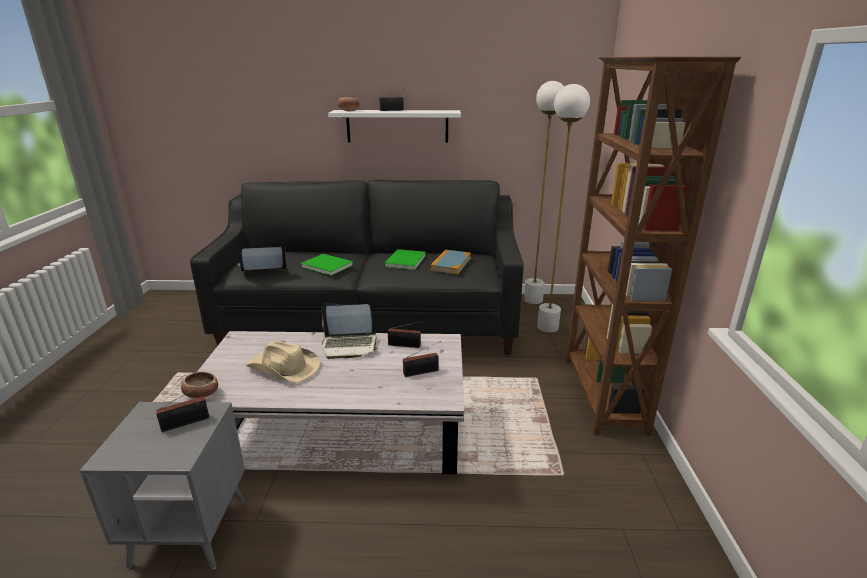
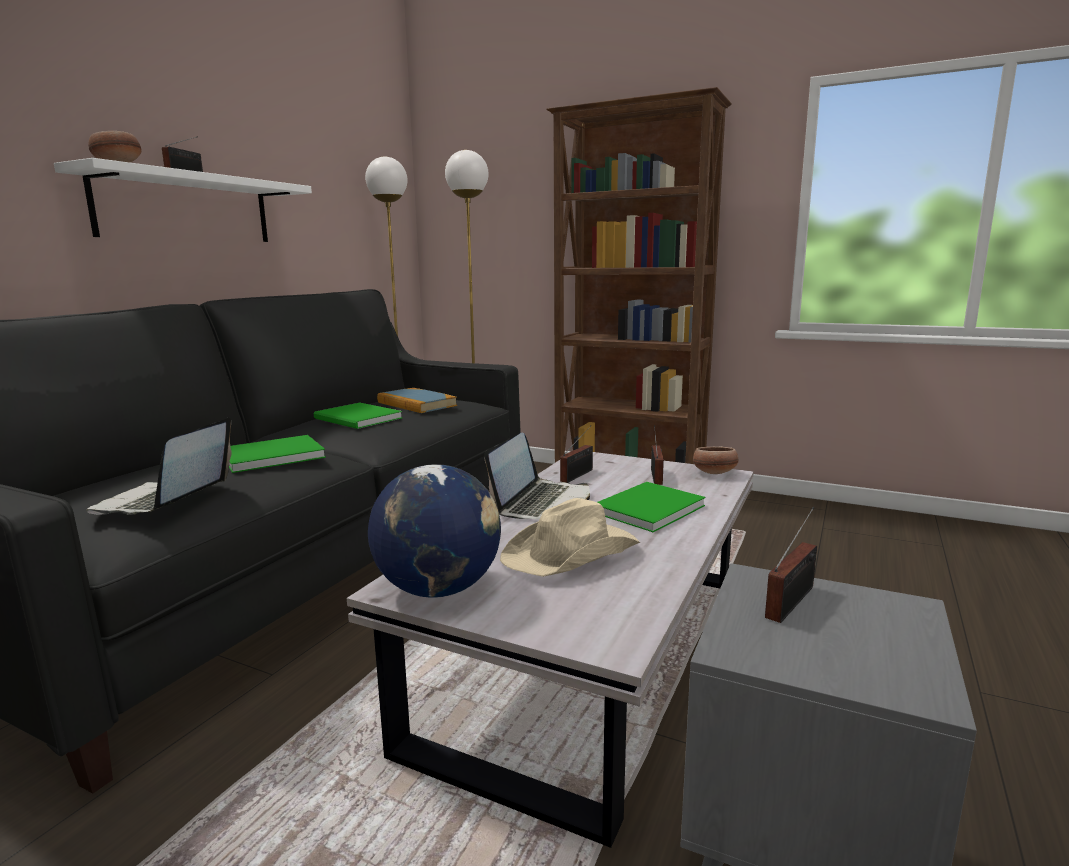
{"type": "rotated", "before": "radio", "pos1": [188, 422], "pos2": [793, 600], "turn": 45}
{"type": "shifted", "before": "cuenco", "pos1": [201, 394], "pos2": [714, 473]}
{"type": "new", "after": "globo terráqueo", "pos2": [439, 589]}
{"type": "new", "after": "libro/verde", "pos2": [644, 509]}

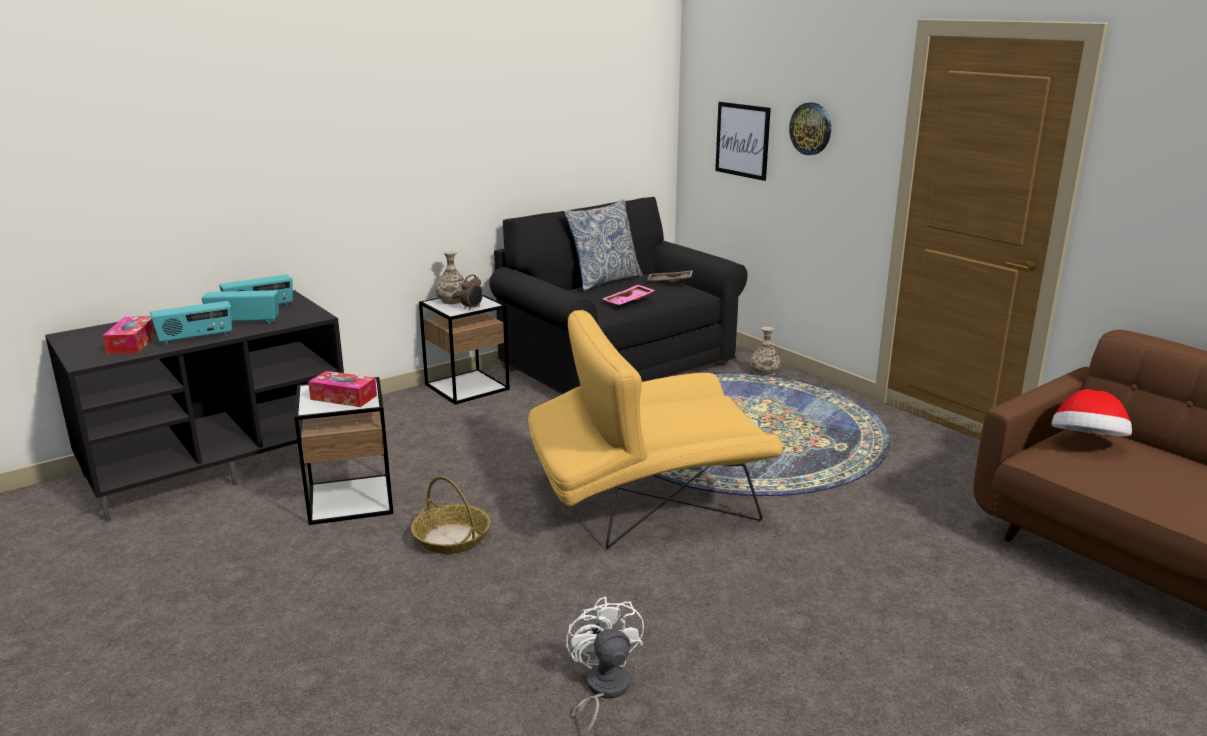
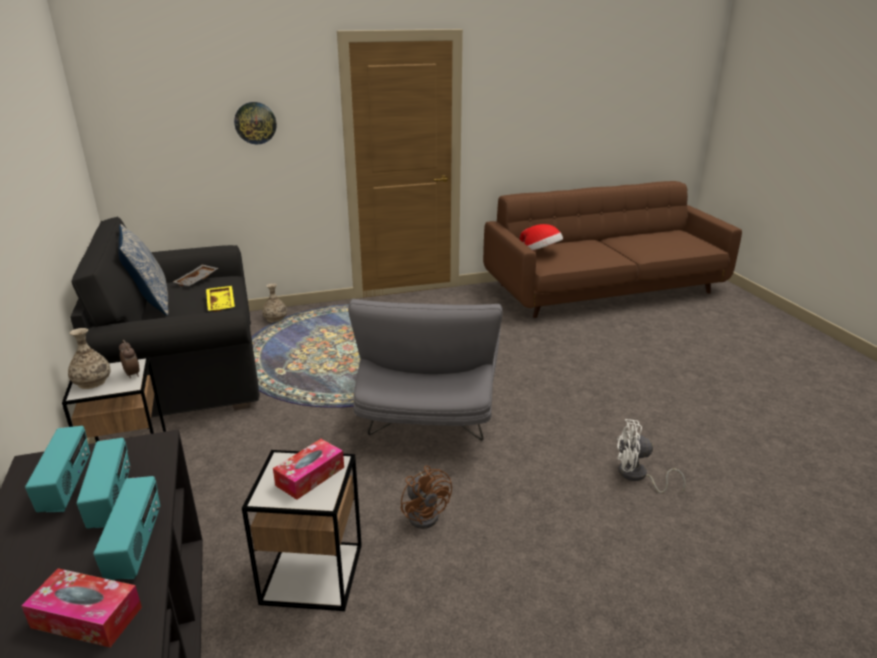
{"type": "rotated", "before": "radio", "pos1": [244, 322], "pos2": [112, 501], "turn": 150}
{"type": "swapped", "before": "cesta", "after": "ventilador/marrón", "pos1": [452, 538], "pos2": [426, 514]}
{"type": "repainted", "before": "sillón/amarillo", "after": "sillón/gris", "pos1": [646, 503], "pos2": [429, 411]}
{"type": "repainted", "before": "bandeja/rosa", "after": "bandeja/amarillo", "pos1": [629, 301], "pos2": [222, 303]}
{"type": "gone", "before": "cuadro", "pos1": [742, 140]}

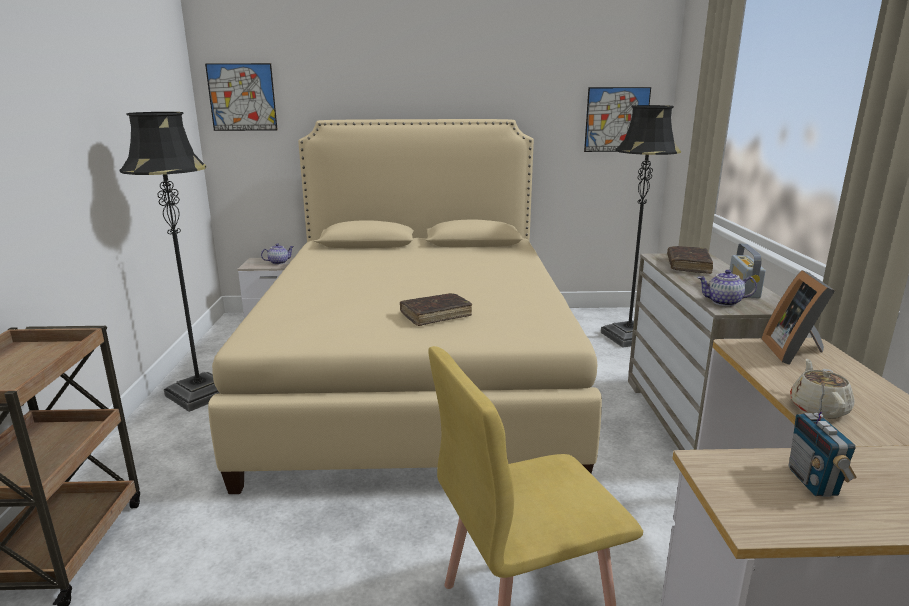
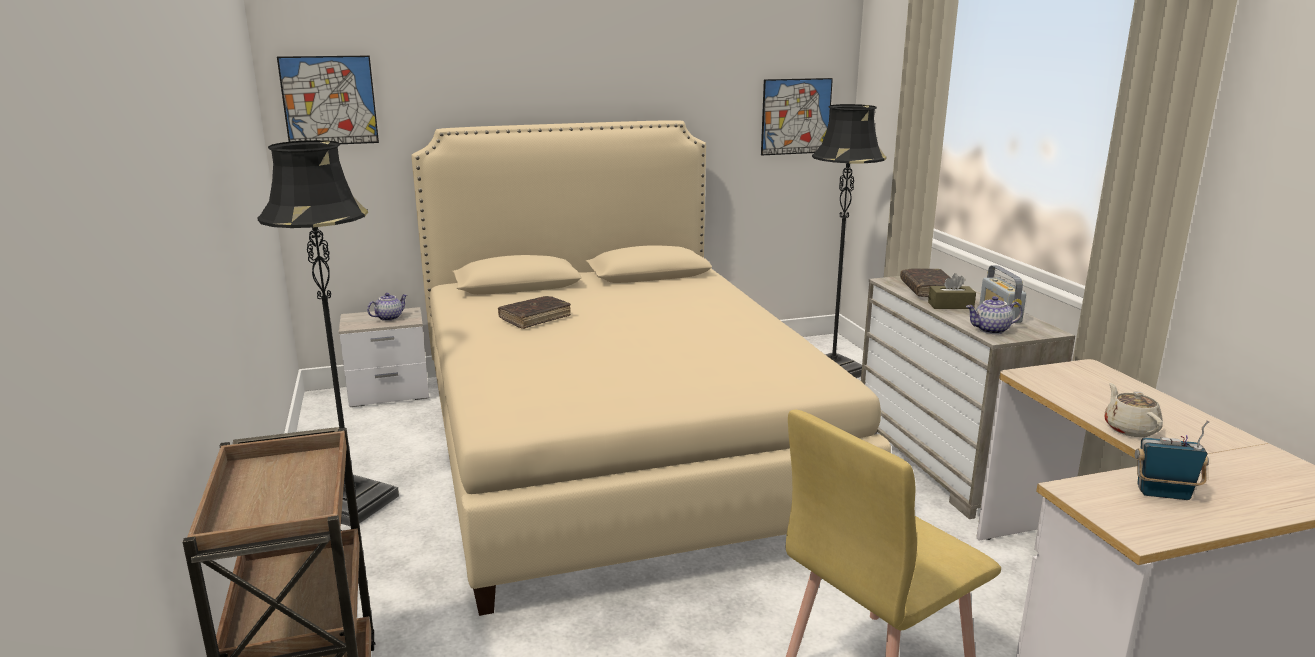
{"type": "shifted", "before": "libro/marrón", "pos1": [435, 315], "pos2": [535, 318]}
{"type": "gone", "before": "portarretratos", "pos1": [795, 352]}
{"type": "rotated", "before": "radio", "pos1": [813, 482], "pos2": [1163, 494], "turn": 120}
{"type": "new", "after": "caja de pañuelos/marrón", "pos2": [950, 305]}

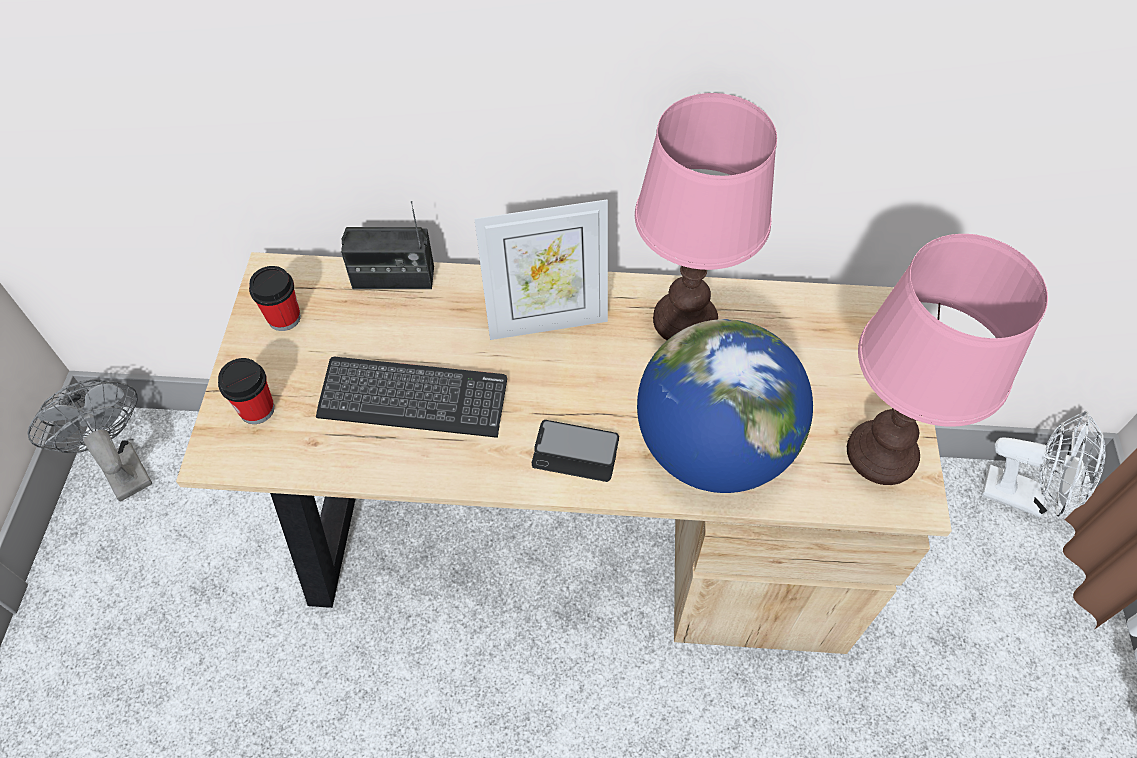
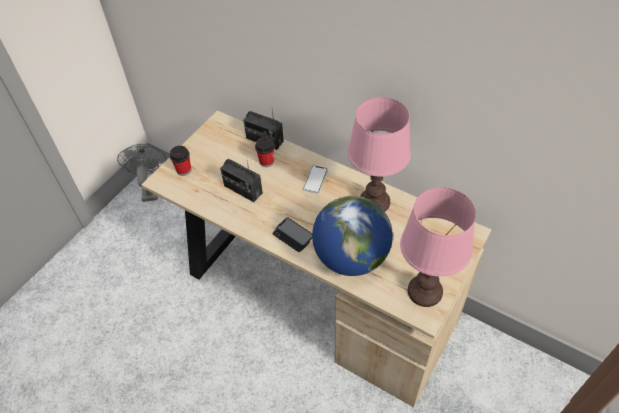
{"type": "shifted", "before": "taza", "pos1": [284, 318], "pos2": [266, 161]}
{"type": "swapped", "before": "teclado", "after": "radio", "pos1": [413, 399], "pos2": [243, 189]}
{"type": "swapped", "before": "portarretratos", "after": "móvil", "pos1": [547, 320], "pos2": [315, 180]}
{"type": "gone", "before": "ventilador/blanco", "pos1": [1024, 496]}

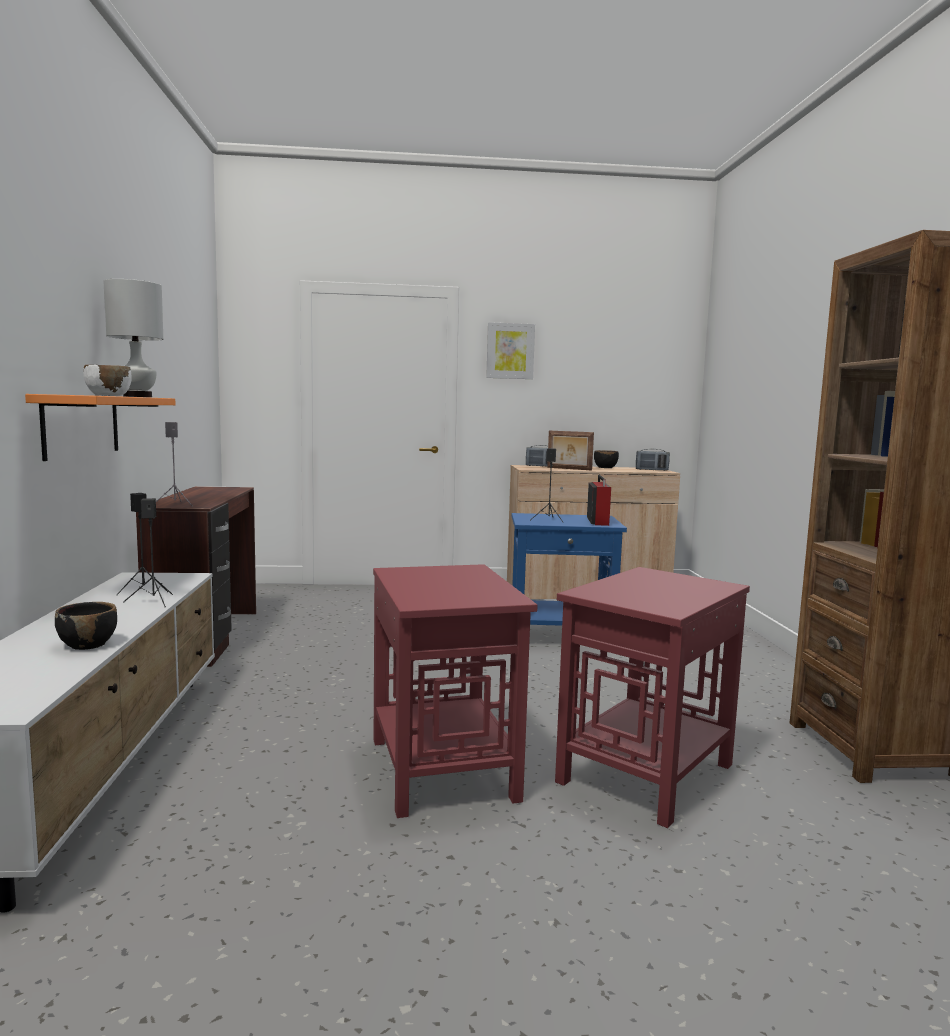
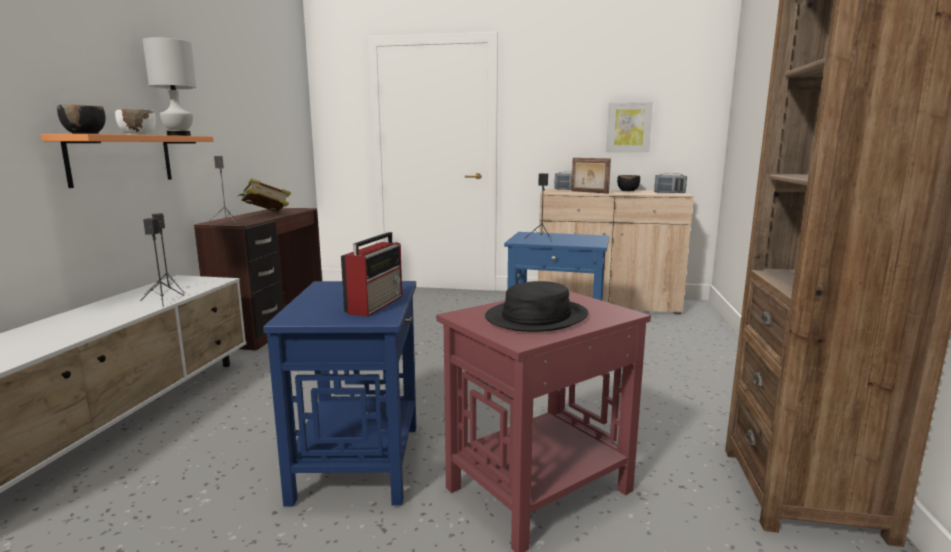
{"type": "shifted", "before": "cuenco/negro", "pos1": [88, 644], "pos2": [85, 133]}
{"type": "repainted", "before": "mesa auxiliar/rojo", "after": "mesa auxiliar/azul", "pos1": [444, 768], "pos2": [359, 461]}
{"type": "shifted", "before": "cuadro", "pos1": [510, 351], "pos2": [629, 127]}
{"type": "shifted", "before": "radio", "pos1": [598, 521], "pos2": [376, 304]}
{"type": "new", "after": "libro", "pos2": [266, 214]}
{"type": "new", "after": "sombrero/negro", "pos2": [536, 317]}

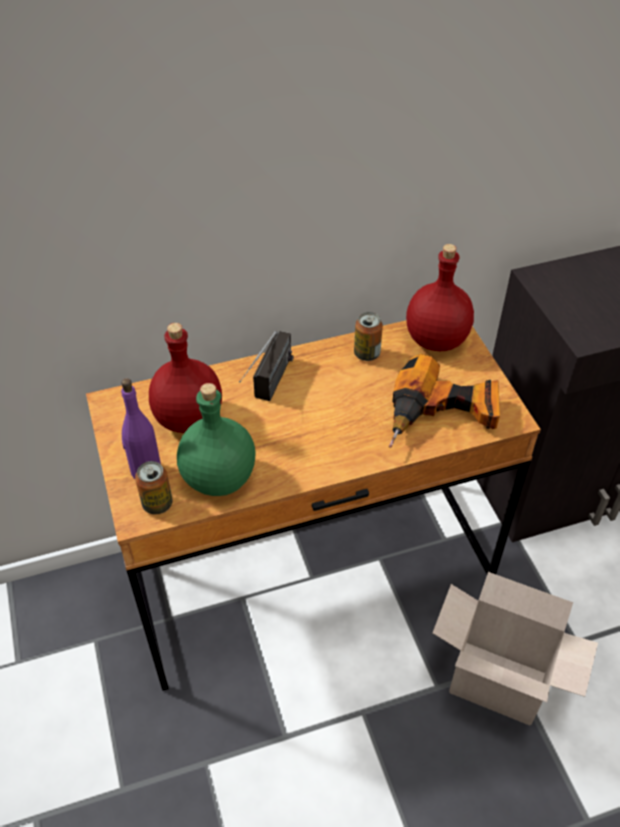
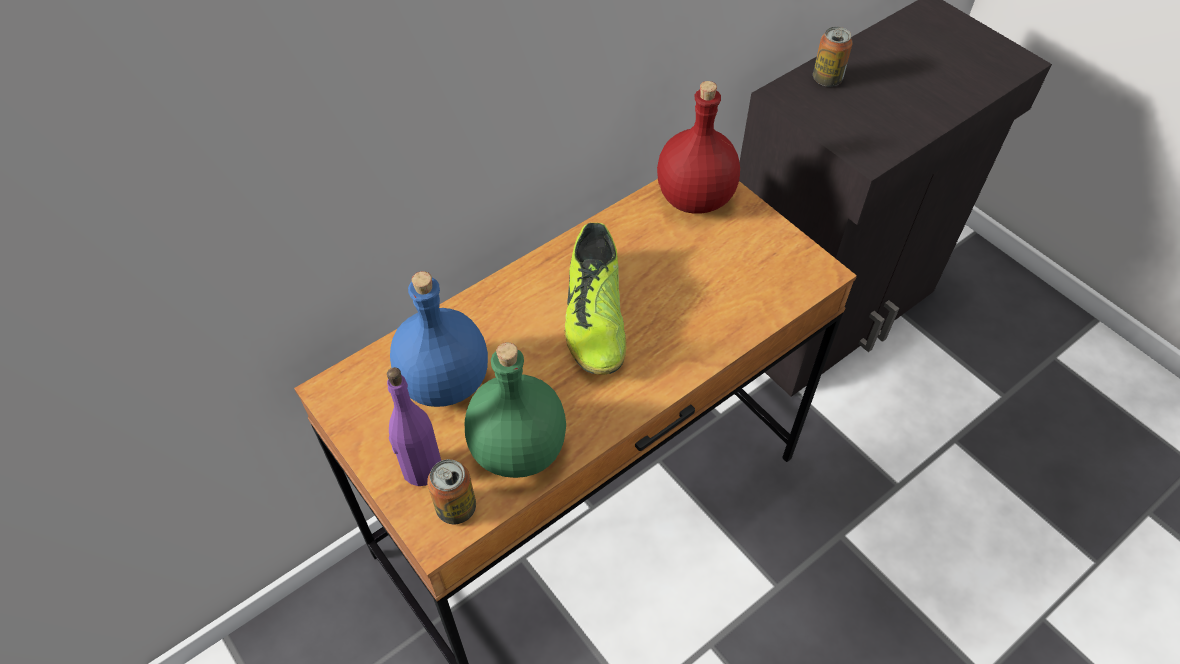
{"type": "repainted", "before": "botella/rojo", "after": "botella/azul", "pos1": [188, 419], "pos2": [444, 383]}
{"type": "gone", "before": "radio", "pos1": [269, 389]}
{"type": "shifted", "before": "lata", "pos1": [367, 353], "pos2": [827, 79]}
{"type": "gone", "before": "taladro", "pos1": [442, 417]}
{"type": "gone", "before": "caja de cartón", "pos1": [500, 681]}
{"type": "new", "after": "zapato", "pos2": [594, 317]}

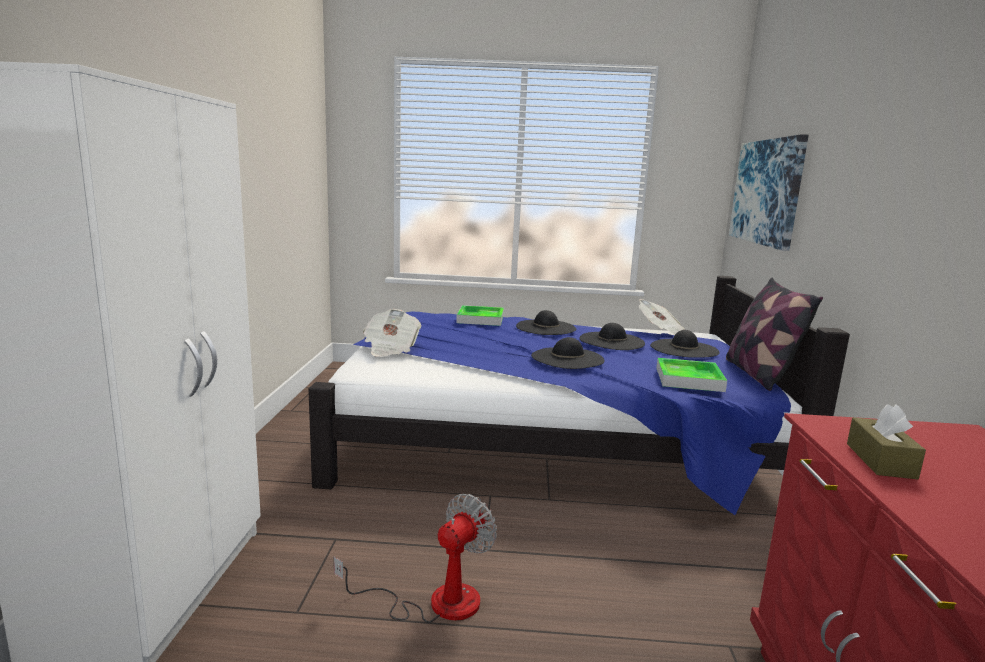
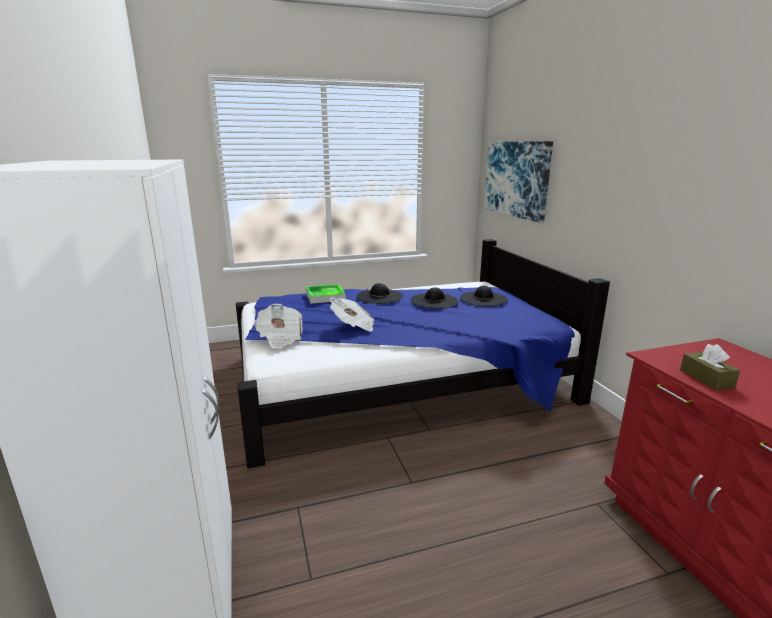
{"type": "gone", "before": "ventilador", "pos1": [436, 602]}
{"type": "gone", "before": "sombrero/negro", "pos1": [567, 358]}
{"type": "shifted", "before": "periódico", "pos1": [660, 331], "pos2": [353, 326]}
{"type": "gone", "before": "bandeja", "pos1": [689, 379]}
{"type": "gone", "before": "cojín", "pos1": [759, 374]}

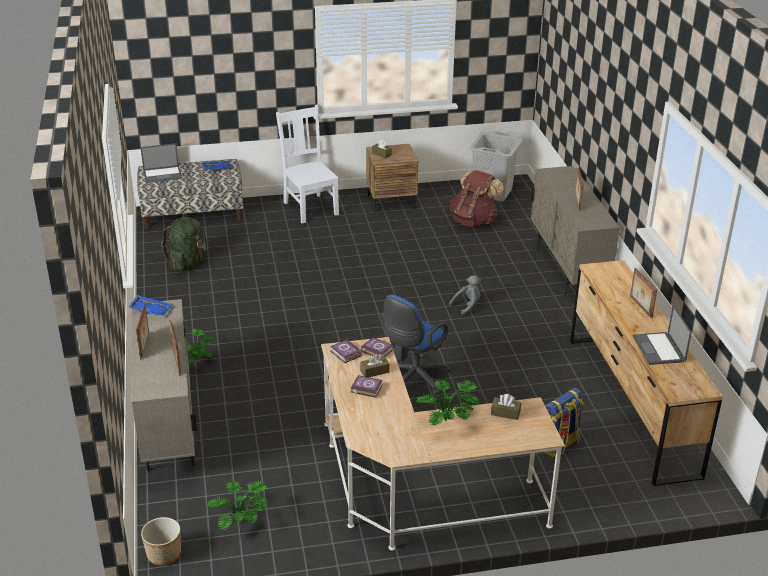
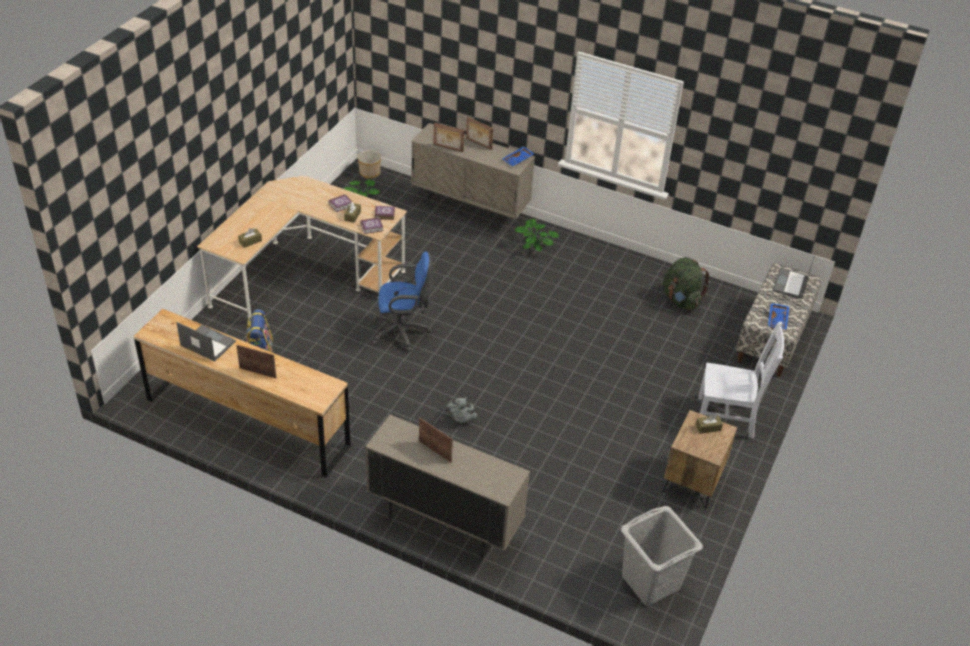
{"type": "rotated", "before": "silla de oficina/azul", "pos1": [412, 380], "pos2": [403, 332], "turn": 105}
{"type": "gone", "before": "planta en maceta", "pos1": [449, 421]}
{"type": "gone", "before": "mochila/marrón", "pos1": [474, 221]}

